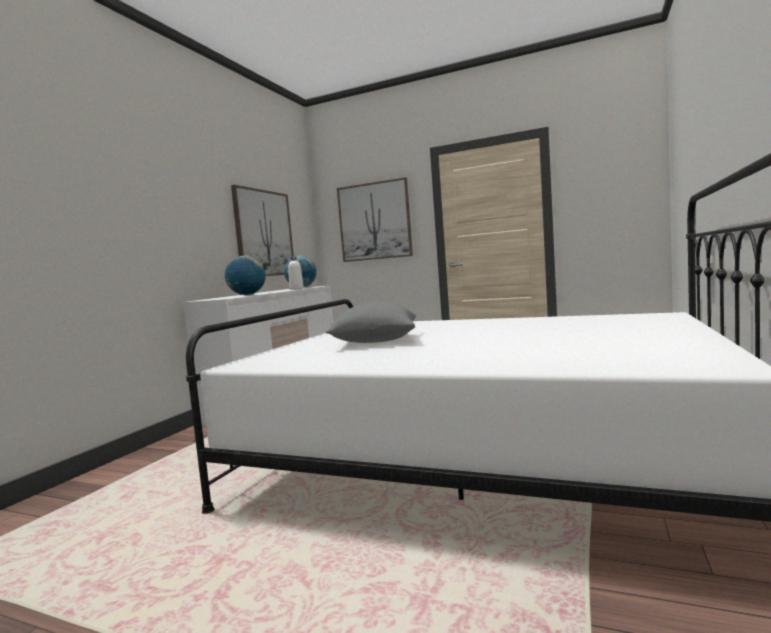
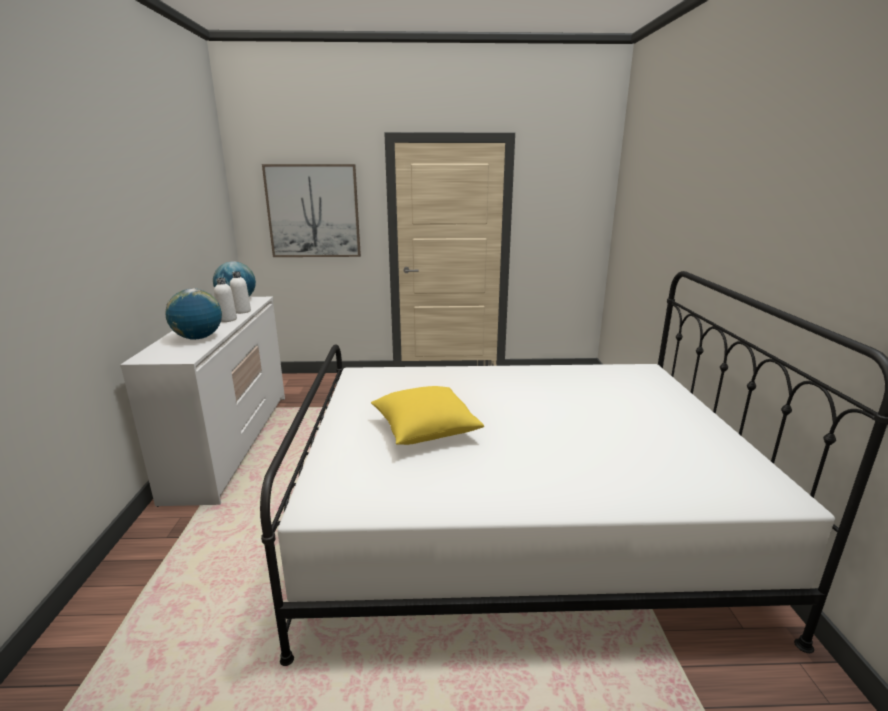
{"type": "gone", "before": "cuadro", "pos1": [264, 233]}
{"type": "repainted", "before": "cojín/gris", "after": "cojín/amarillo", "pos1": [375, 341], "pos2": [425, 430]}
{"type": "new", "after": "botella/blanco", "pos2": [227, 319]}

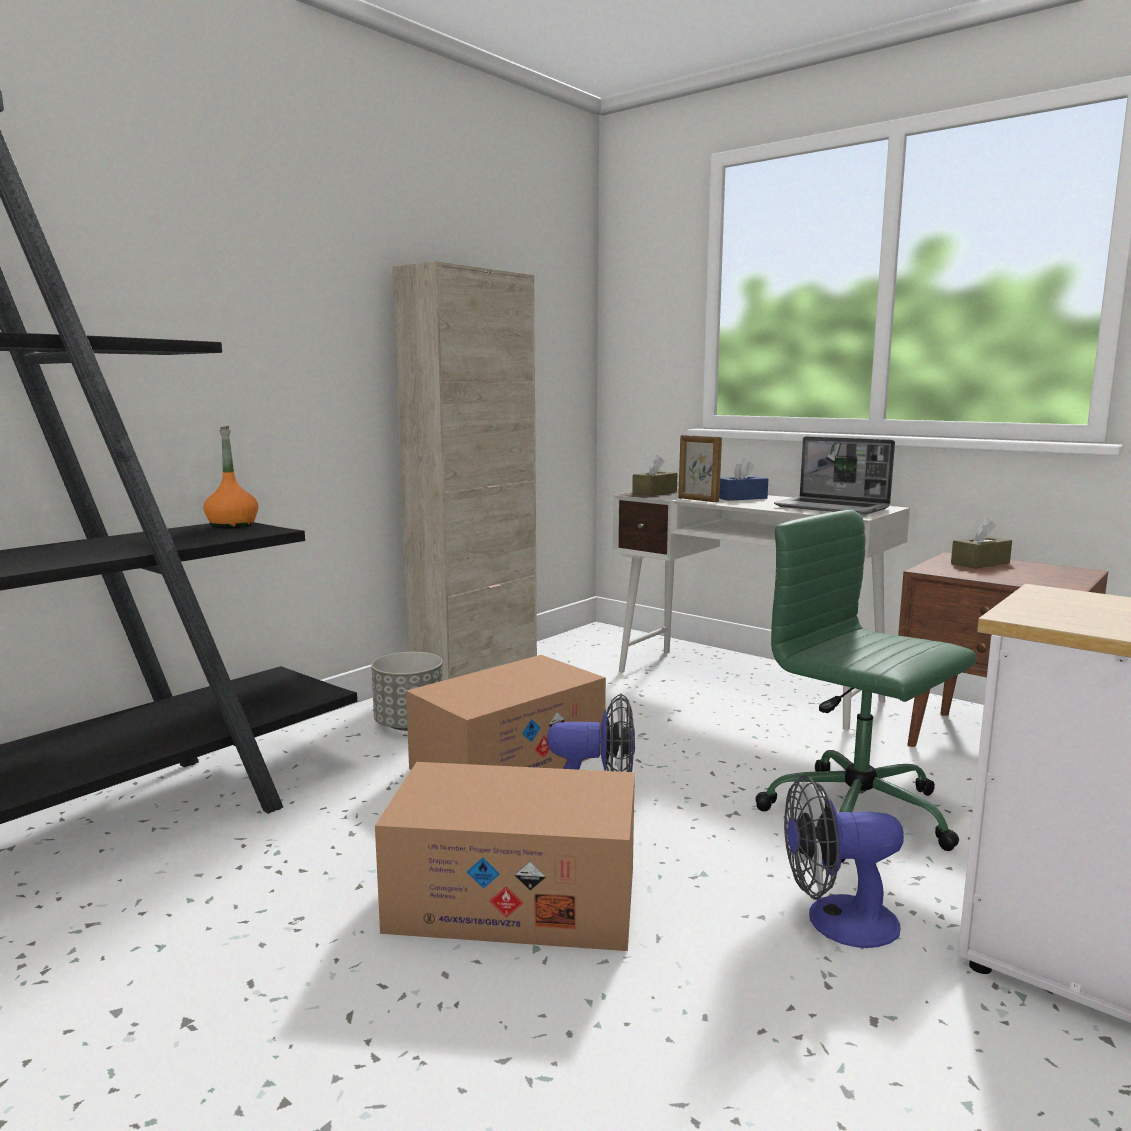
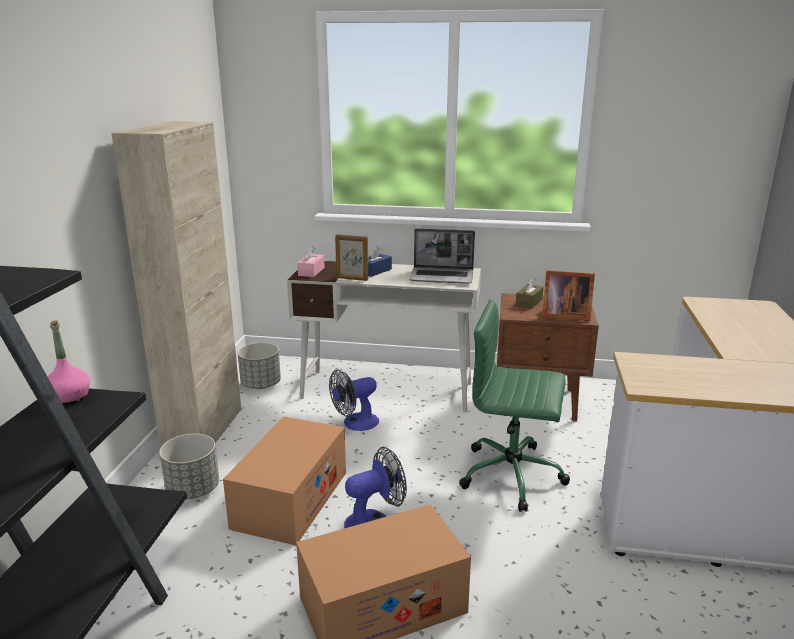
{"type": "repainted", "before": "botella/naranja", "after": "botella/rosa", "pos1": [232, 525], "pos2": [69, 398]}
{"type": "repainted", "before": "caja de pañuelos/marrón", "after": "caja de pañuelos/rosa", "pos1": [654, 492], "pos2": [311, 271]}
{"type": "shifted", "before": "ventilador", "pos1": [836, 922], "pos2": [355, 423]}
{"type": "new", "after": "maceta/gris", "pos2": [260, 385]}
{"type": "new", "after": "portarretratos", "pos2": [563, 315]}

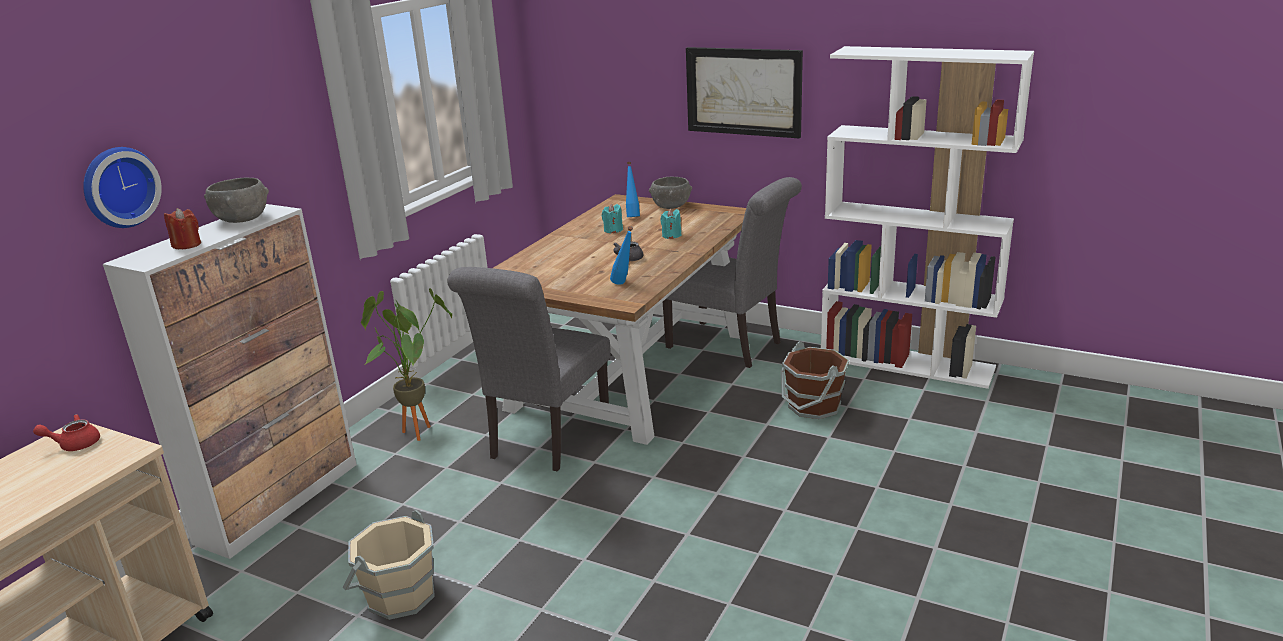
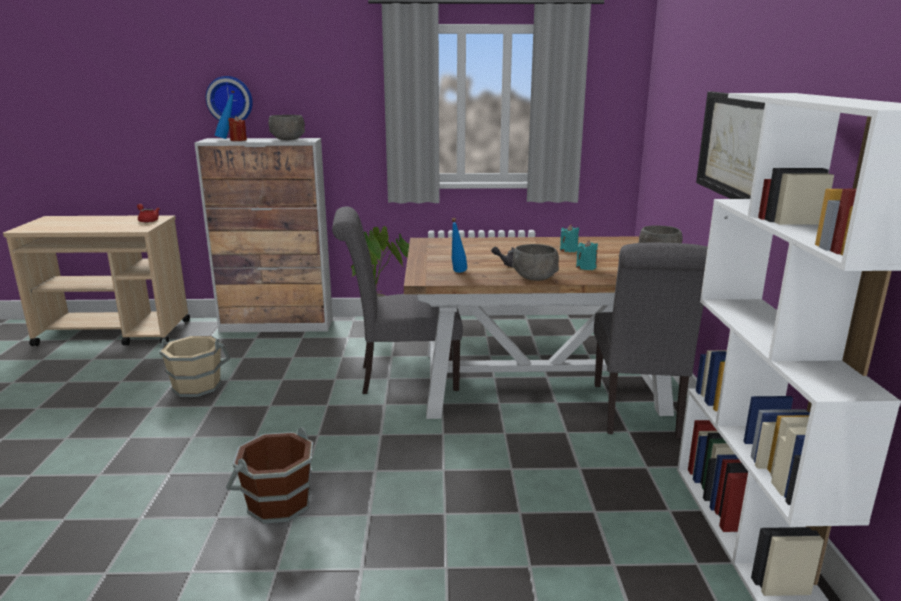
{"type": "shifted", "before": "botella/azul", "pos1": [632, 216], "pos2": [227, 139]}
{"type": "shifted", "before": "cubo/marrón", "pos1": [813, 406], "pos2": [278, 503]}
{"type": "new", "after": "cuenco/gris", "pos2": [534, 277]}

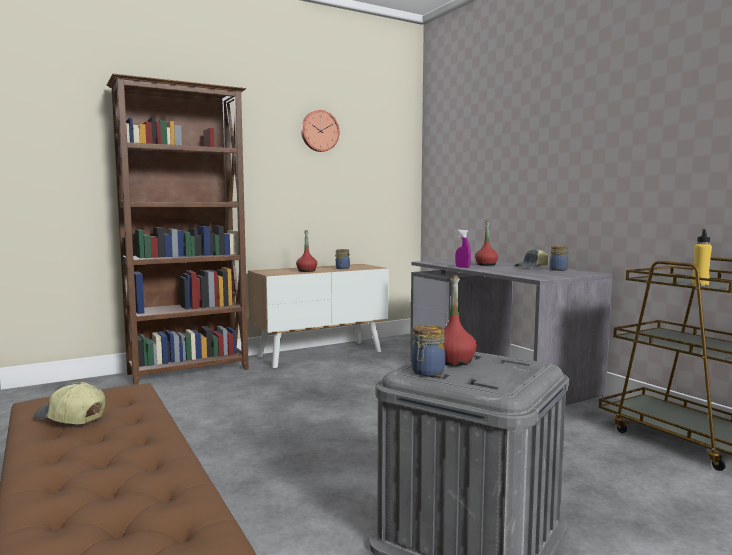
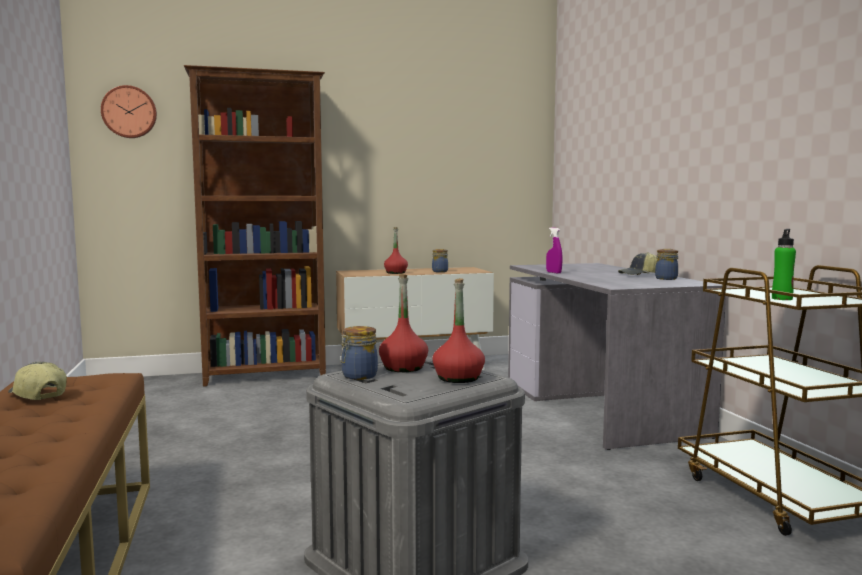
{"type": "shifted", "before": "reloj de pared", "pos1": [319, 131], "pos2": [129, 112]}
{"type": "shifted", "before": "botella/rojo", "pos1": [486, 264], "pos2": [458, 378]}
{"type": "repainted", "before": "botella/amarillo", "after": "botella/verde", "pos1": [700, 284], "pos2": [782, 298]}

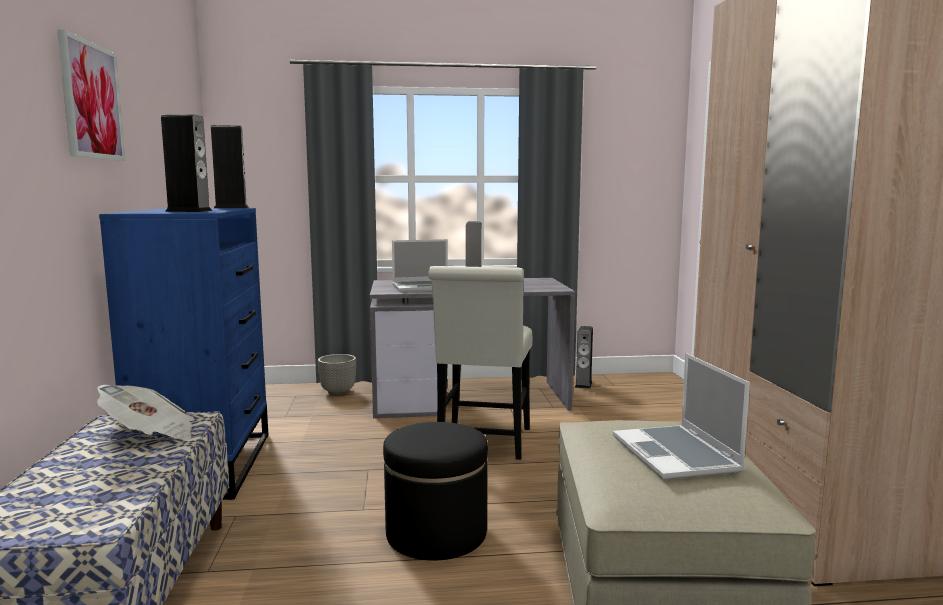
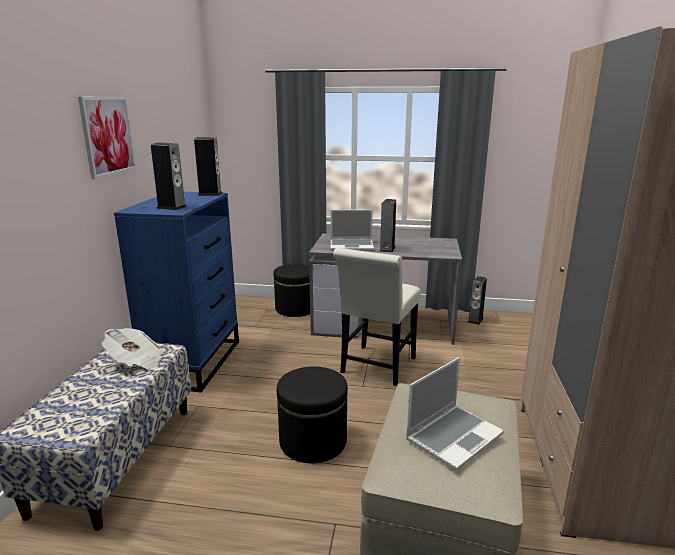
{"type": "swapped", "before": "maceta", "after": "puf/negro", "pos1": [337, 392], "pos2": [296, 308]}
{"type": "rotated", "before": "portátil", "pos1": [677, 455], "pos2": [454, 436], "turn": -135}

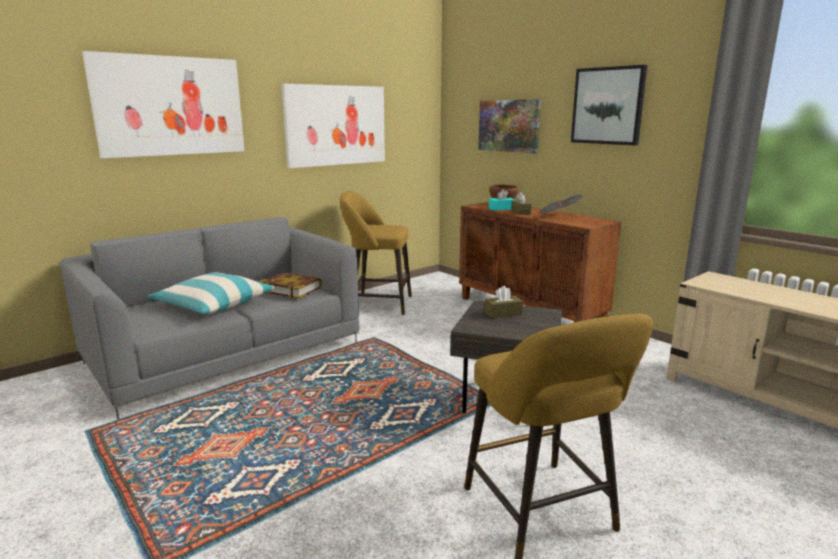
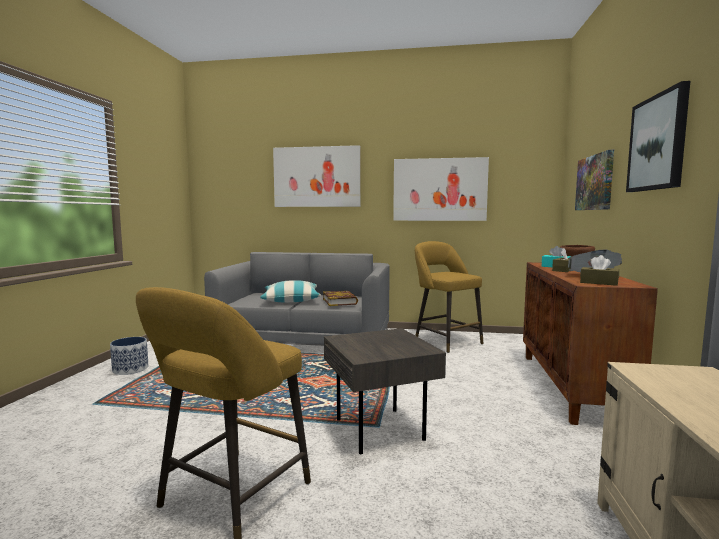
{"type": "shifted", "before": "caja de pañuelos/marrón", "pos1": [503, 313], "pos2": [599, 283]}
{"type": "new", "after": "maceta", "pos2": [131, 369]}

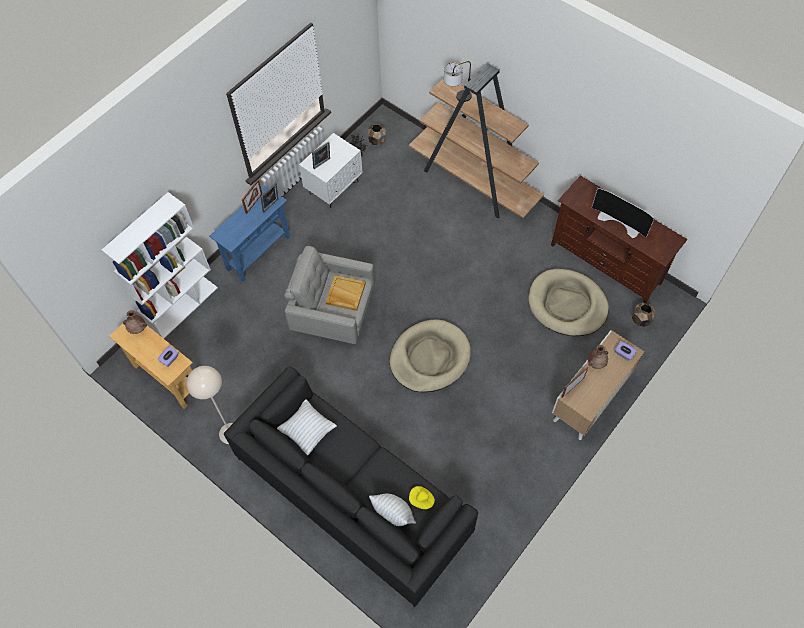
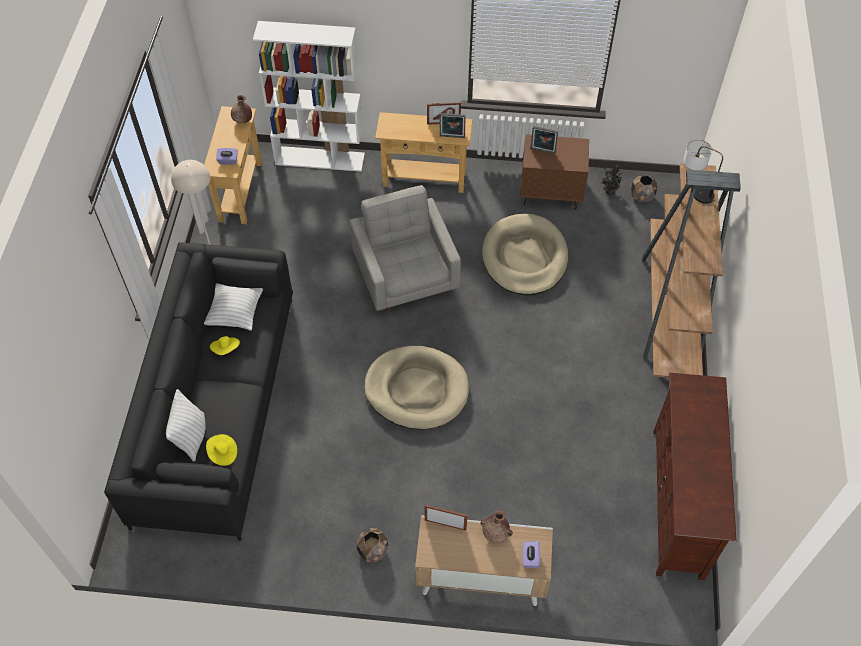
{"type": "repainted", "before": "mesa consola/azul", "after": "mesa consola/beis", "pos1": [258, 253], "pos2": [424, 179]}
{"type": "repainted", "before": "mesita de noche/blanco", "after": "mesita de noche/marrón", "pos1": [334, 188], "pos2": [550, 194]}
{"type": "gone", "before": "bandeja/beis", "pos1": [345, 294]}
{"type": "shifted", "before": "cama para perro/beis", "pos1": [567, 304], "pos2": [524, 257]}
{"type": "gone", "before": "televisor", "pos1": [620, 222]}
{"type": "shifted", "before": "maceta/marrón", "pos1": [641, 319], "pos2": [373, 550]}
{"type": "new", "after": "sombrero/amarillo", "pos2": [226, 349]}

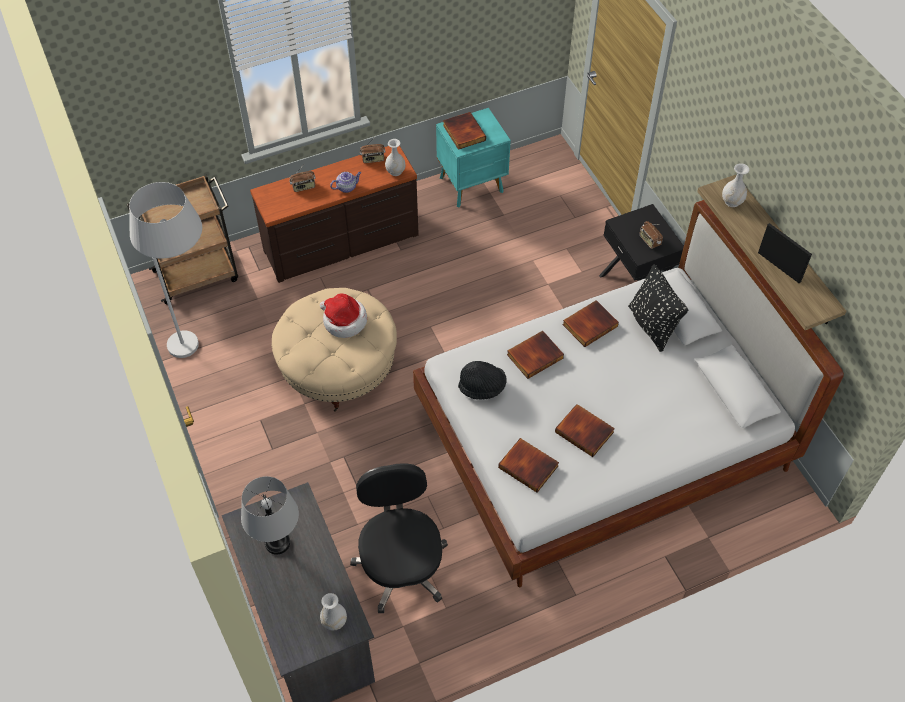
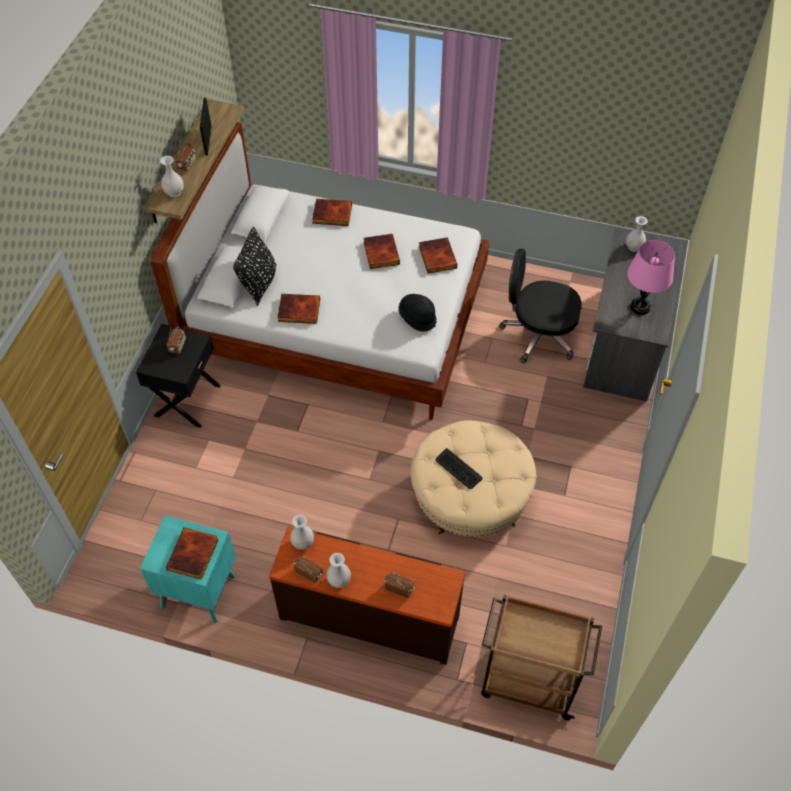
{"type": "gone", "before": "lámpara de pie/blanco", "pos1": [199, 337]}
{"type": "repainted", "before": "lámpara de mesa/gris", "after": "lámpara de mesa/rosa", "pos1": [277, 543], "pos2": [640, 307]}
{"type": "swapped", "before": "sombrero", "after": "teclado", "pos1": [344, 321], "pos2": [458, 469]}
{"type": "gone", "before": "tetera", "pos1": [347, 187]}
{"type": "rotated", "before": "silla de oficina/negro", "pos1": [401, 565], "pos2": [538, 334], "turn": 75}
{"type": "shifted", "before": "libro", "pos1": [534, 355], "pos2": [331, 215]}
{"type": "new", "after": "radio", "pos2": [187, 164]}
{"type": "new", "after": "florero/blanco", "pos2": [339, 580]}

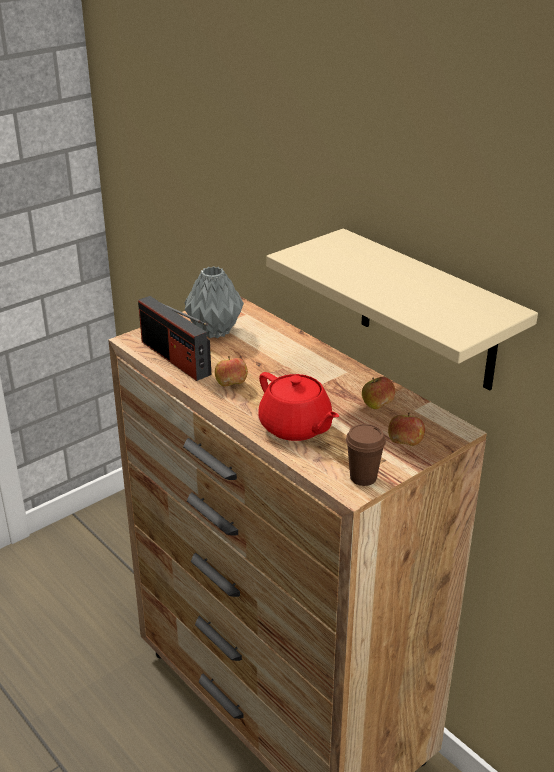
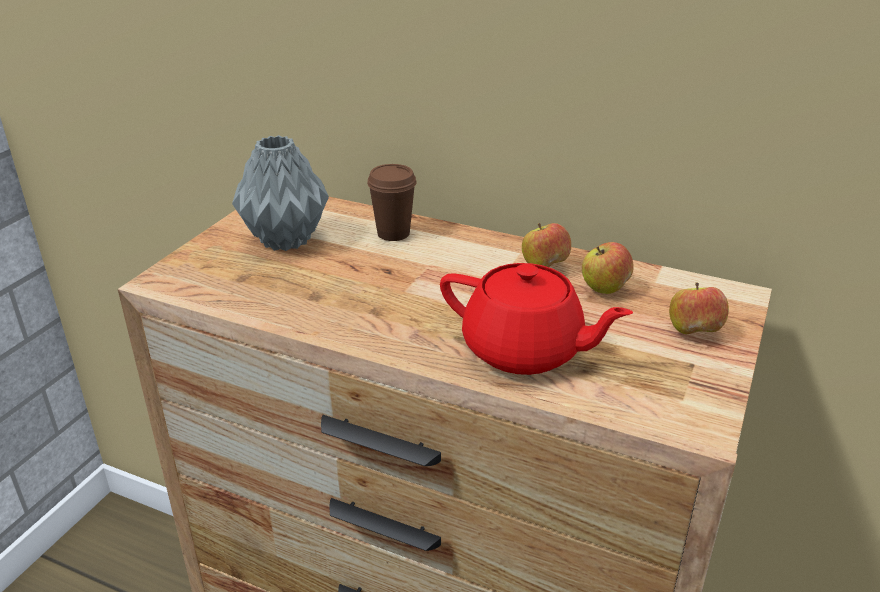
{"type": "gone", "before": "radio", "pos1": [175, 358]}
{"type": "shifted", "before": "manzana", "pos1": [231, 385], "pos2": [544, 267]}
{"type": "gone", "before": "estante/beis", "pos1": [428, 311]}
{"type": "shifted", "before": "taza/marrón", "pos1": [363, 477], "pos2": [393, 233]}

